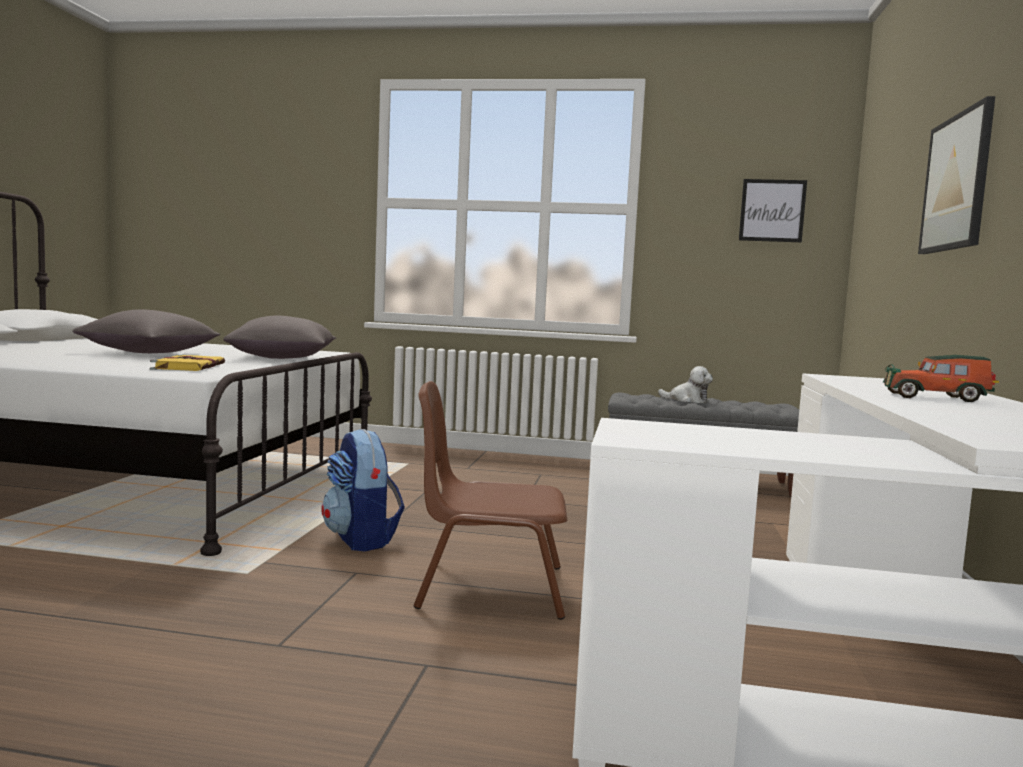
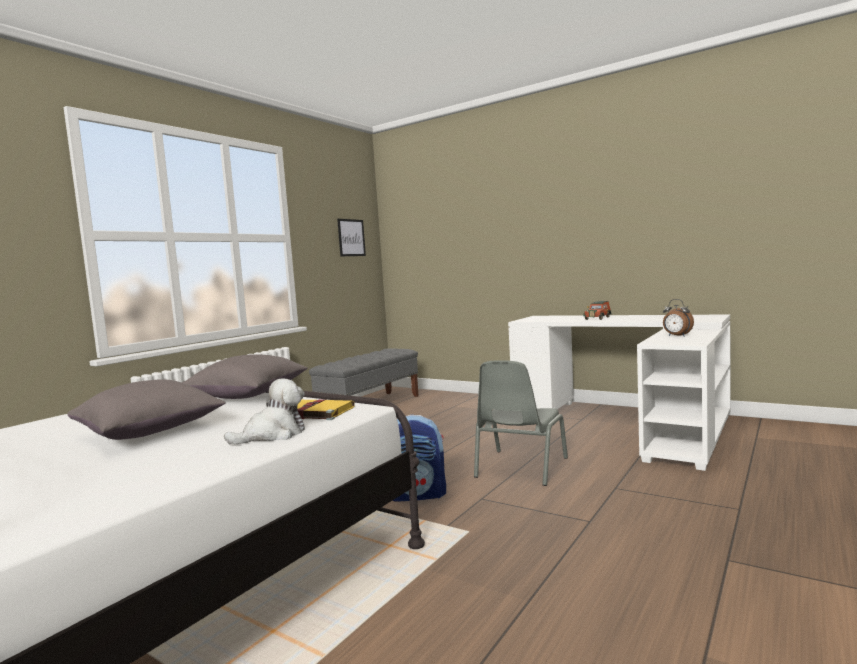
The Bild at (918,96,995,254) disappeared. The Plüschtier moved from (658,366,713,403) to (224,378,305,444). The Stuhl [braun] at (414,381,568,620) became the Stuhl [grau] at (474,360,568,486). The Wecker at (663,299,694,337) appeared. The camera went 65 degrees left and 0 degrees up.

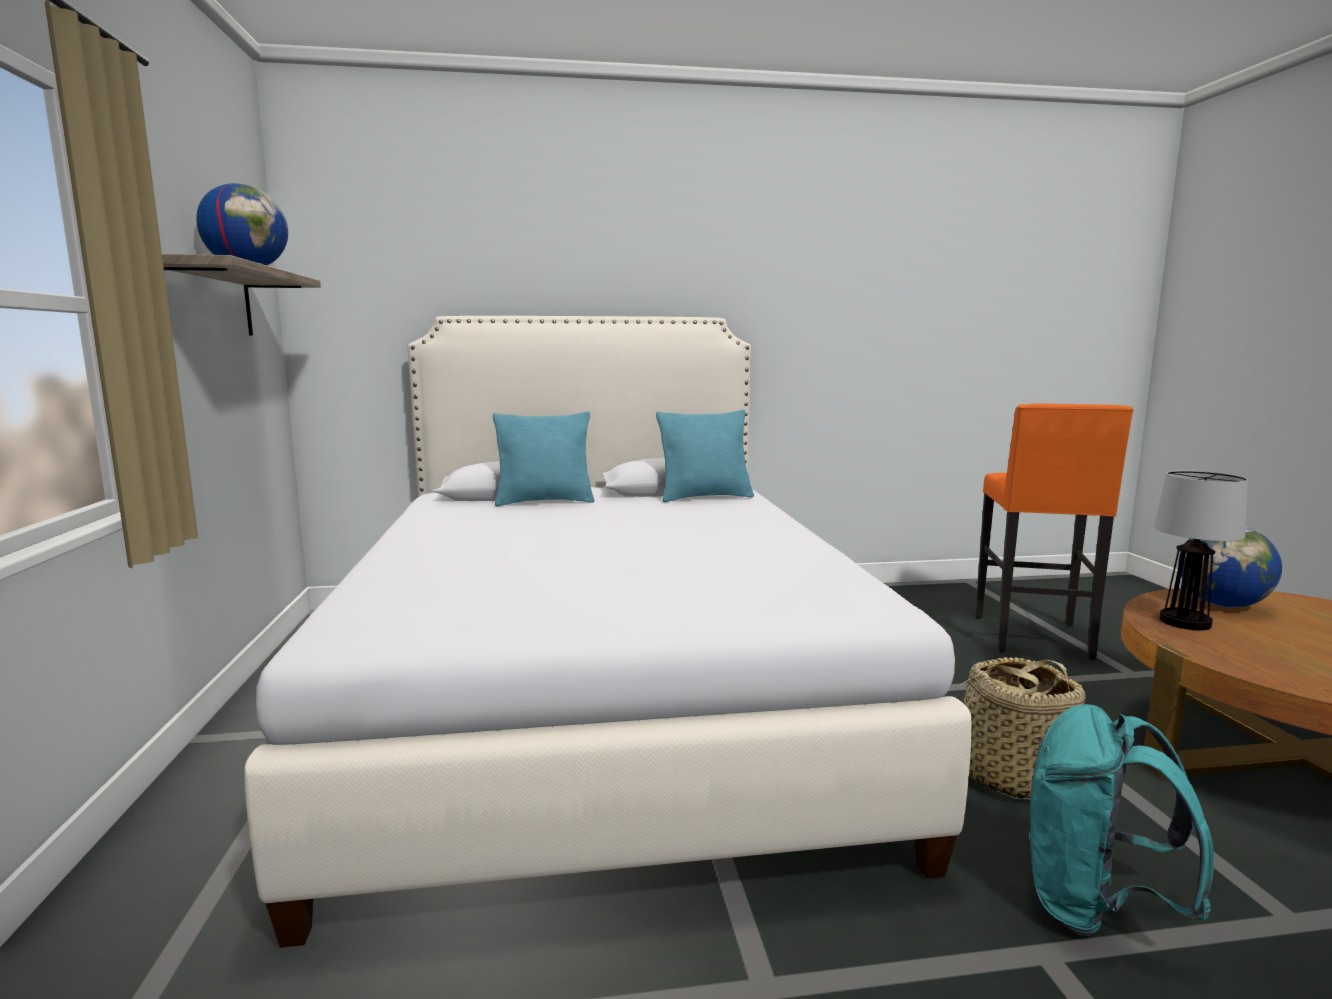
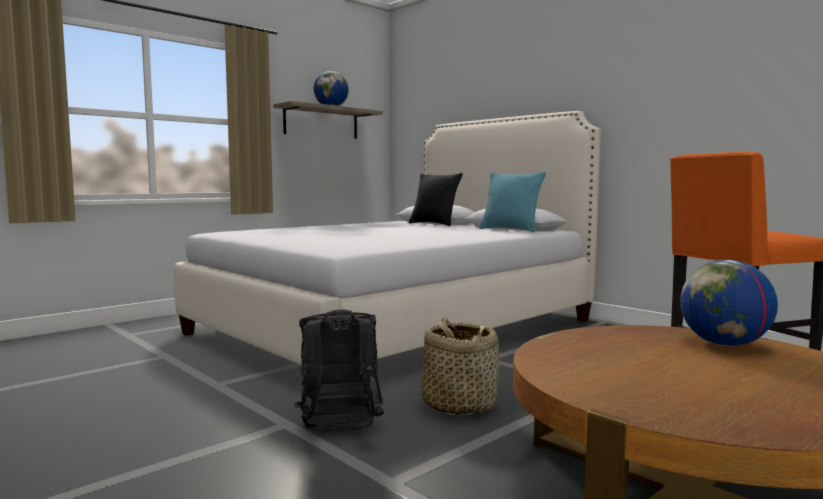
The Kissen [türkis] at (493,412,594,506) became the Kissen [schwarz] at (409,173,463,226). The Tischlampe at (1154,471,1248,630) disappeared. The Rucksack [türkis] at (1029,704,1214,936) became the Rucksack [schwarz] at (294,309,384,431). The camera went 55 degrees right and 5 degrees down.

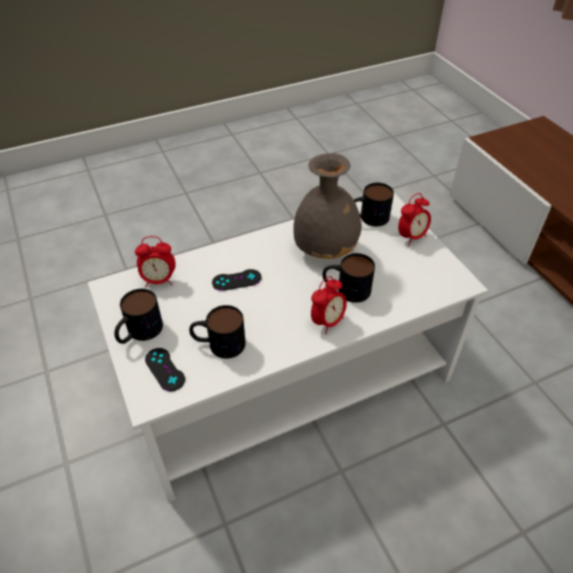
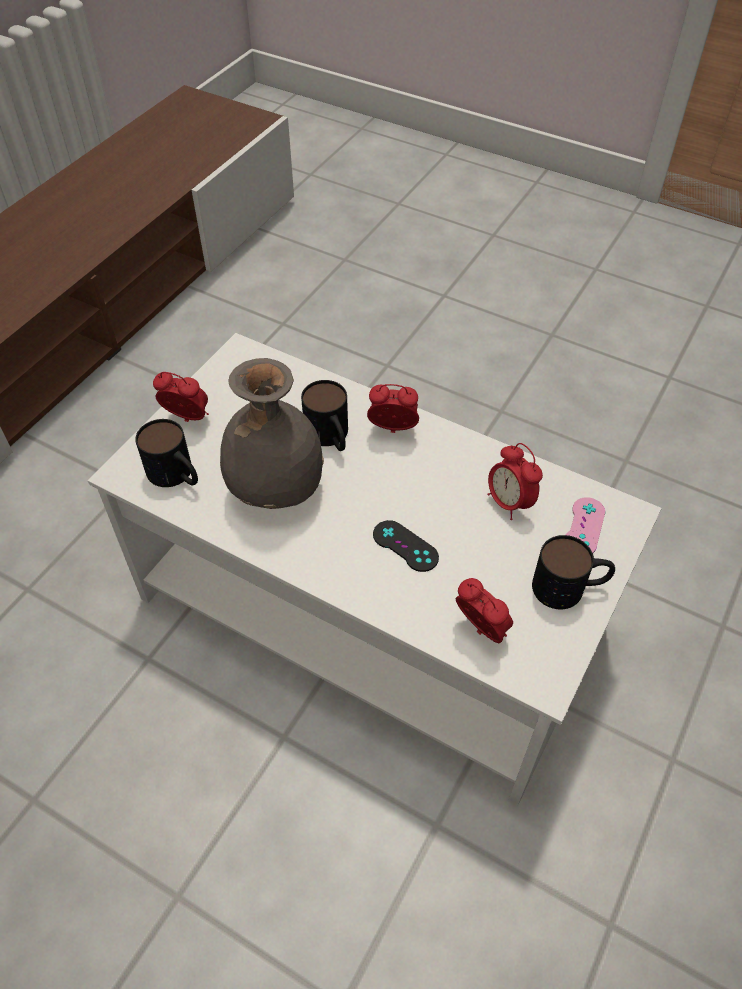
The Henkelbecher at (189,305,246,359) was replaced by the Wecker at (487,443,543,520). The Gamepad [schwarz] at (145,348,185,391) became the Gamepad [rosa] at (566,497,605,553). The camera went 125 degrees left and 5 degrees up.

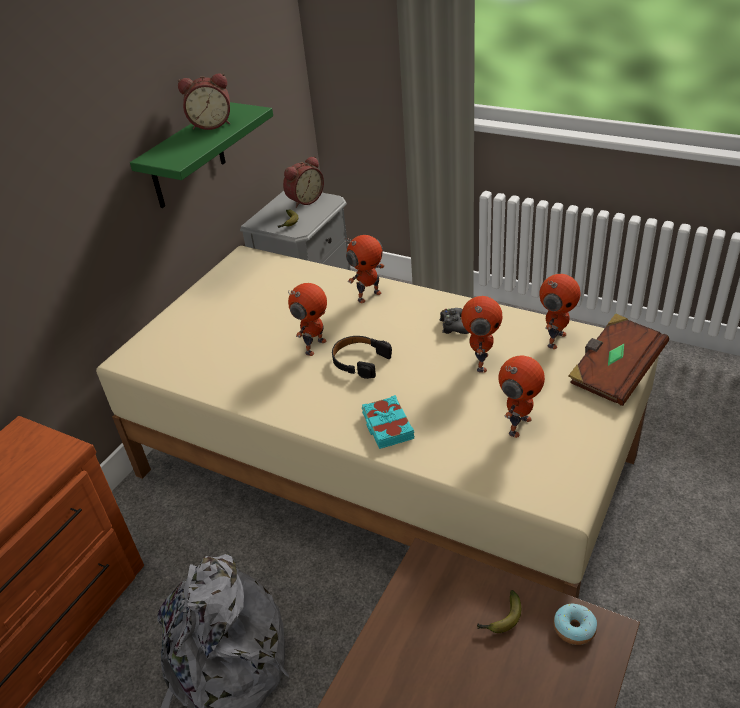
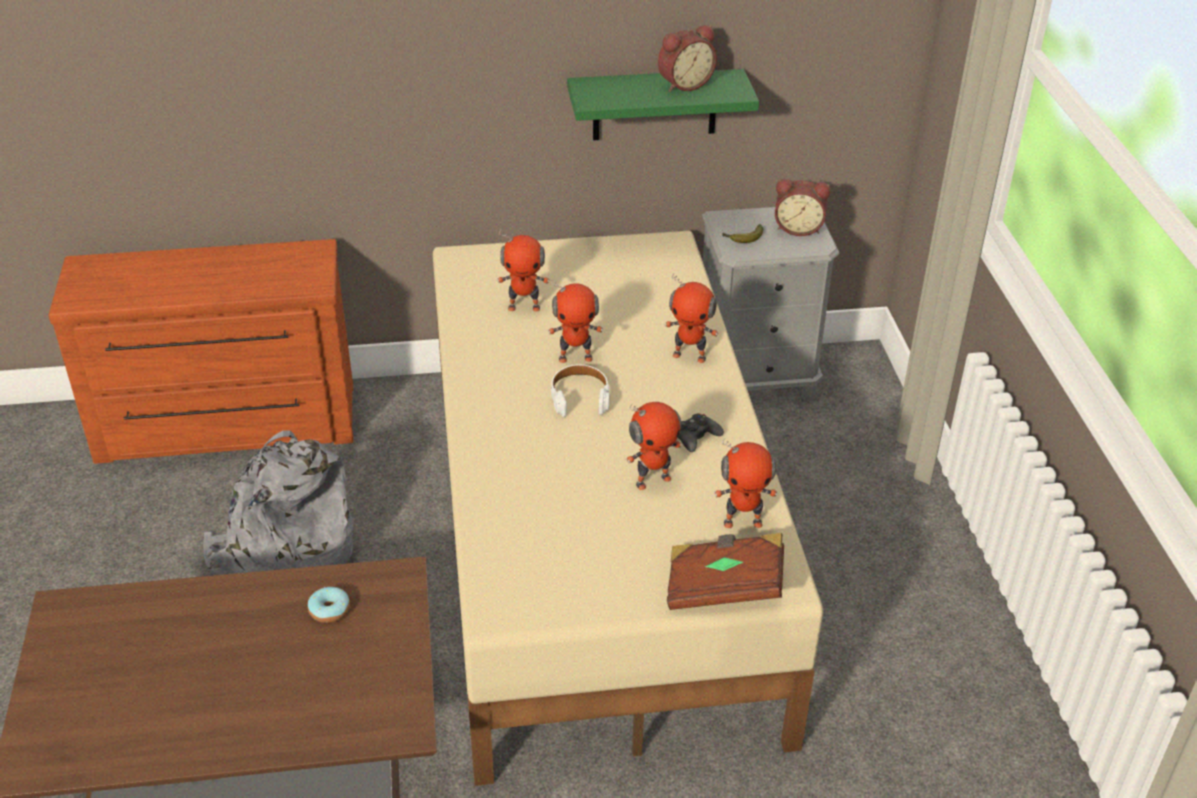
The Wecker at (178,73,230,130) turned 75 degrees counterclockwise. The Kopfhörer [schwarz] at (332,336,392,379) became the Kopfhörer [weiß] at (551,364,610,417). The Spielzeugroboter moved from (499,355,545,438) to (497,230,550,312). The Buch [türkis] at (362,395,415,449) disappeared. The Banane at (477,590,521,633) disappeared. The Donut moved from (554,604,597,645) to (308,587,350,623). The camera went 50 degrees right and 0 degrees up.

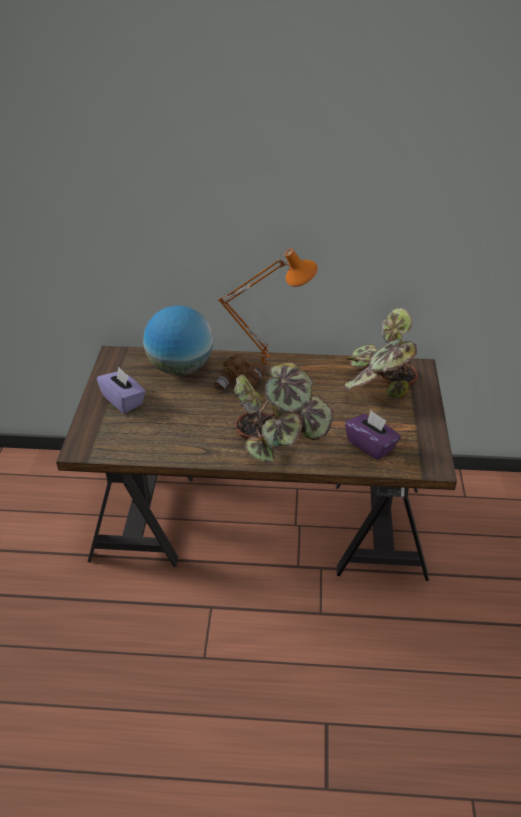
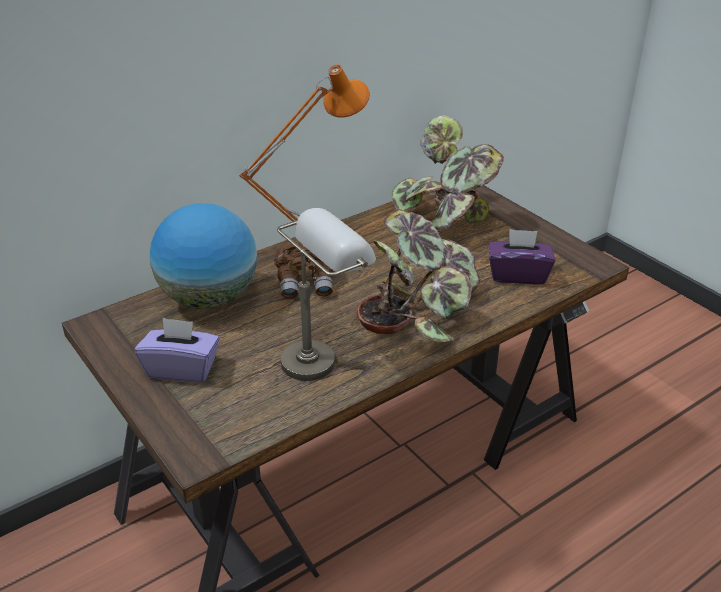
The Tischlampe [grau] at (277,208,376,381) appeared. The camera went 40 degrees left and 5 degrees down.

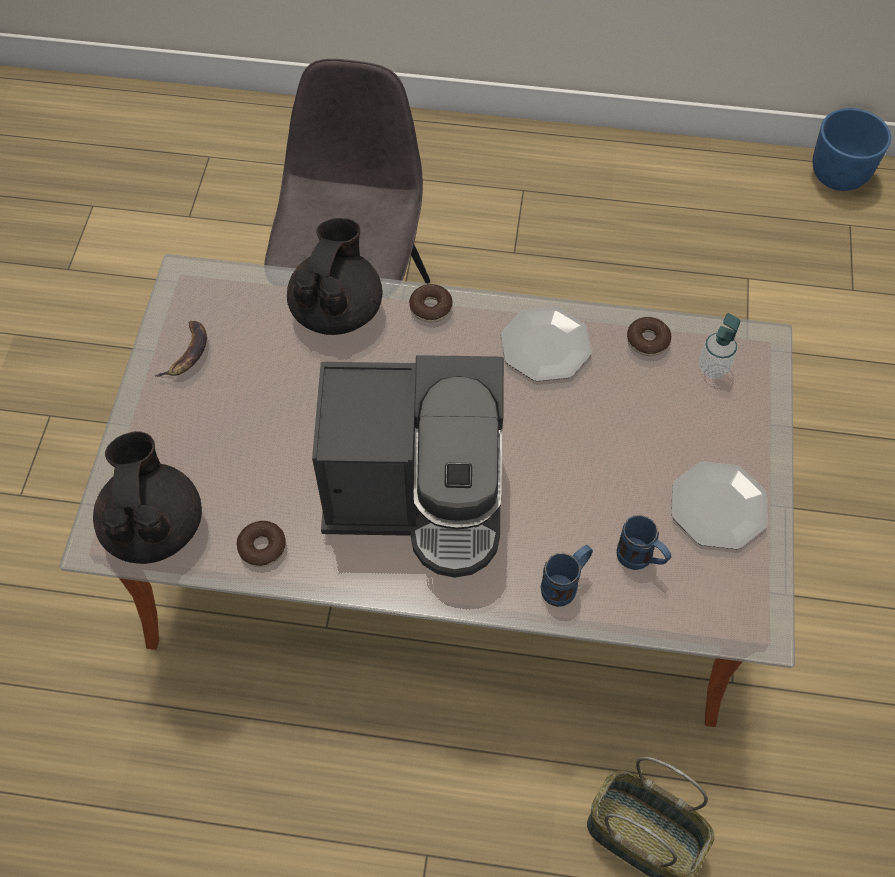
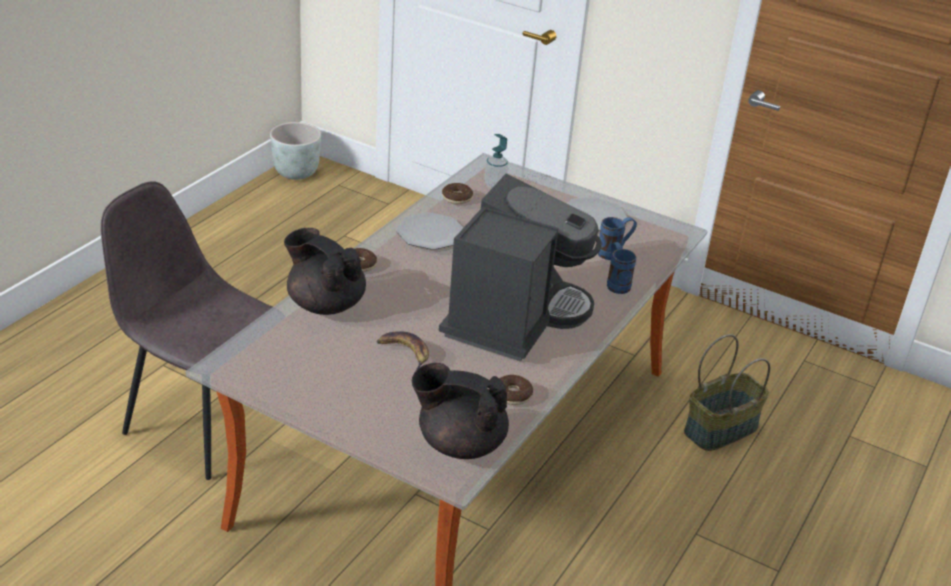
The Pflanzkübel [blau] at (813,108,891,191) became the Pflanzkübel [grau] at (270,122,321,180). The Banane moved from (155,321,207,377) to (377,331,429,371). The camera went 70 degrees left and 25 degrees down.

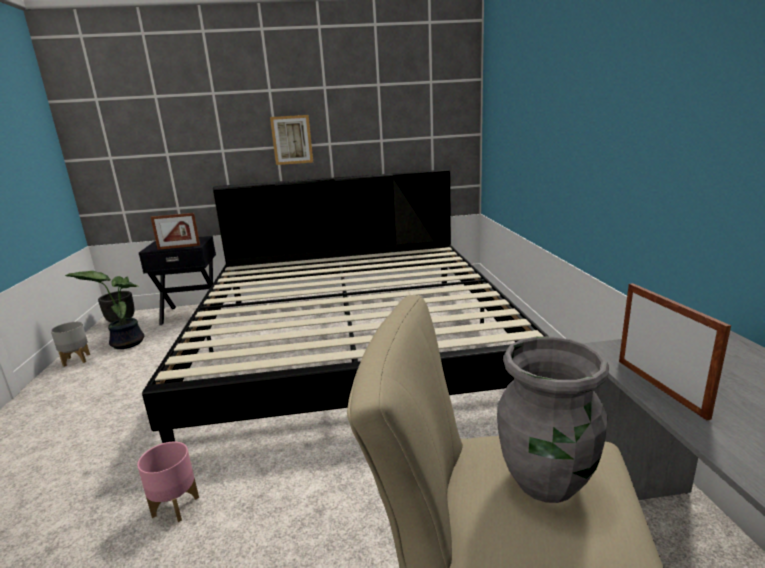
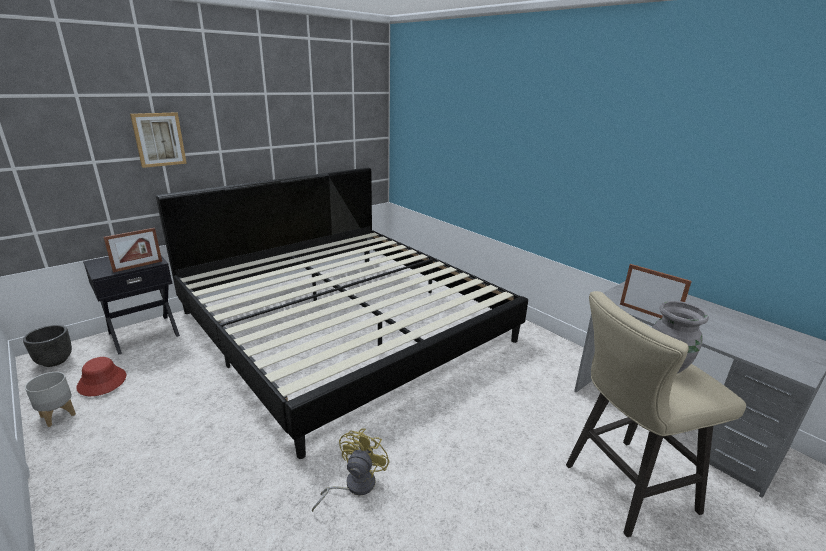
The Bild moved from (270,115,313,165) to (130,112,187,168). The Topfpflanze at (65,271,144,349) was replaced by the Hut [rot] at (76,357,126,396). The Pflanzkübel [rosa] at (137,442,199,522) was replaced by the Ventilator [gelb] at (312,428,390,512). The camera went 35 degrees left and 5 degrees up.

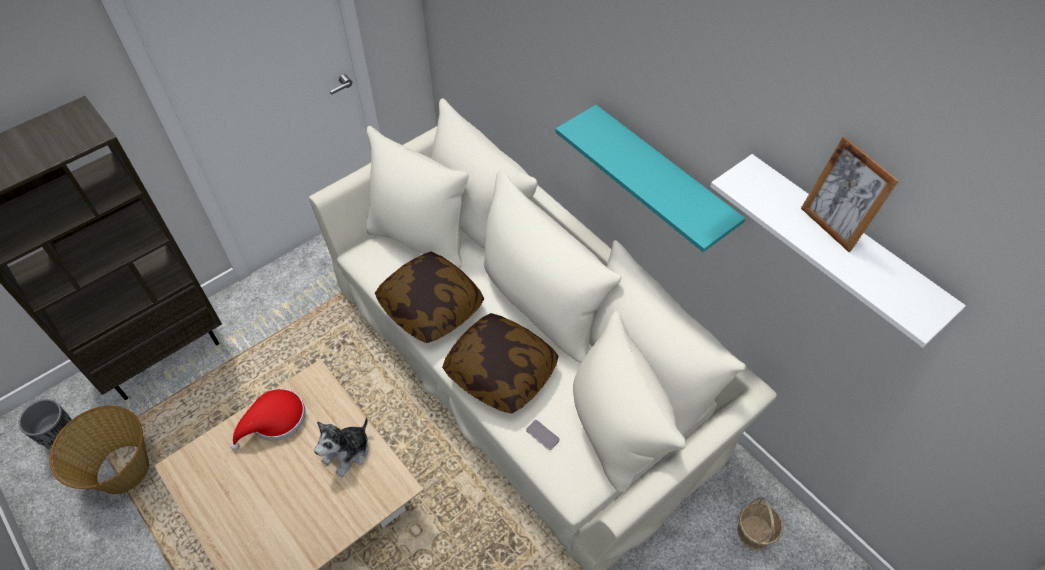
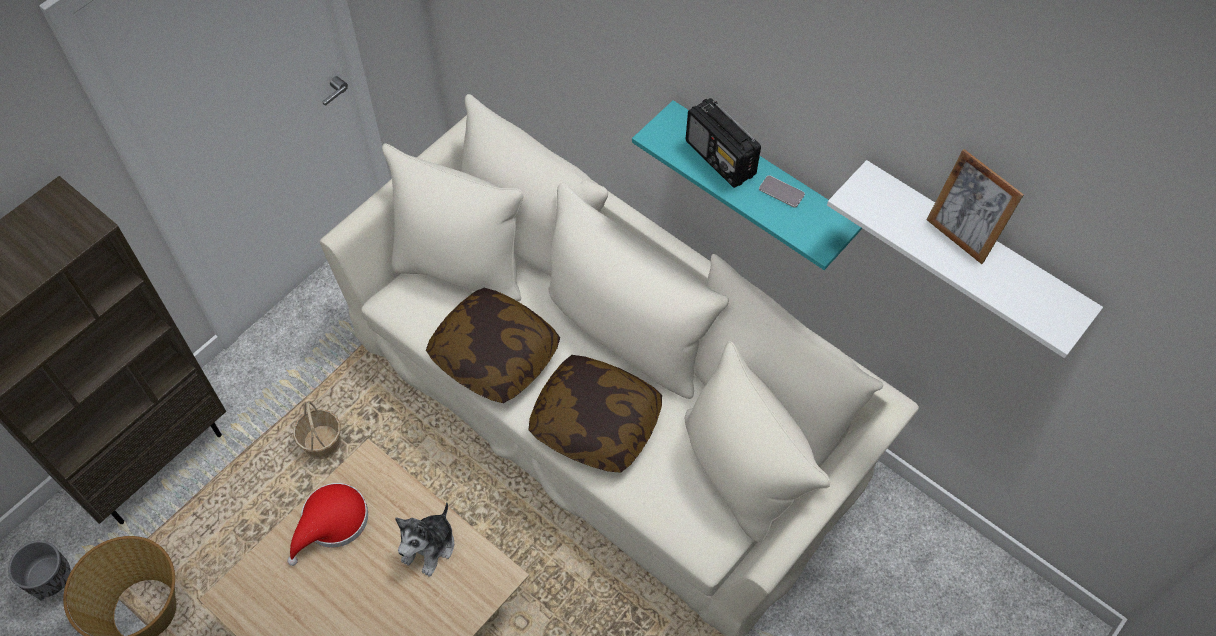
The Handy moved from (526,420,560,450) to (759,175,805,208). The Korb moved from (737,497,783,550) to (293,401,341,459). The Radio at (686,98,761,188) appeared. The camera went 10 degrees left and 5 degrees up.

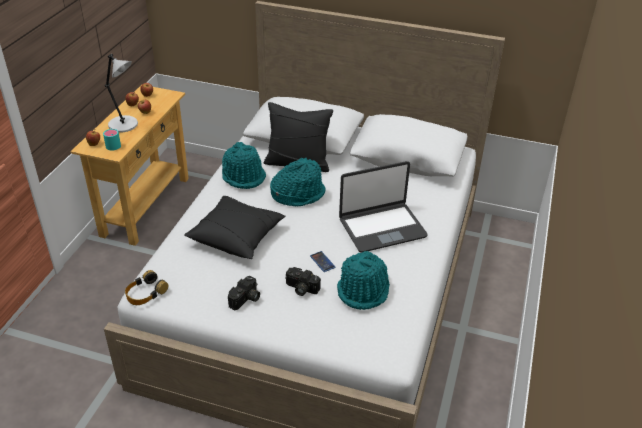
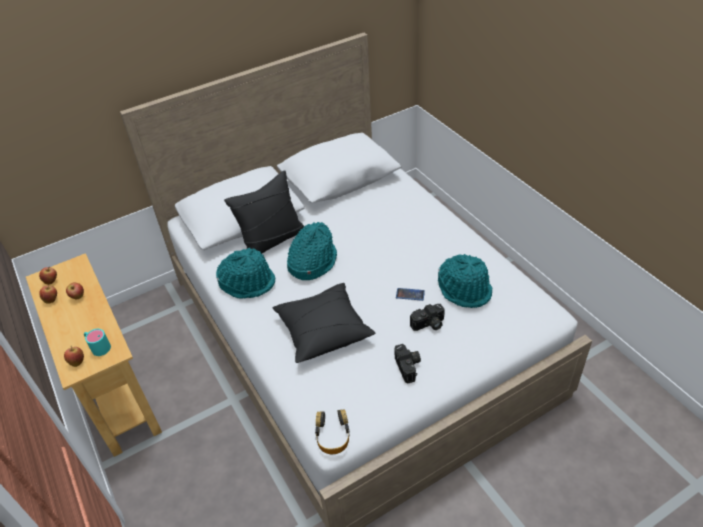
The Tischlampe [grau] at (105,54,138,132) disappeared. The Laptop at (339,161,428,253) disappeared. The camera went 45 degrees left and 5 degrees up.

